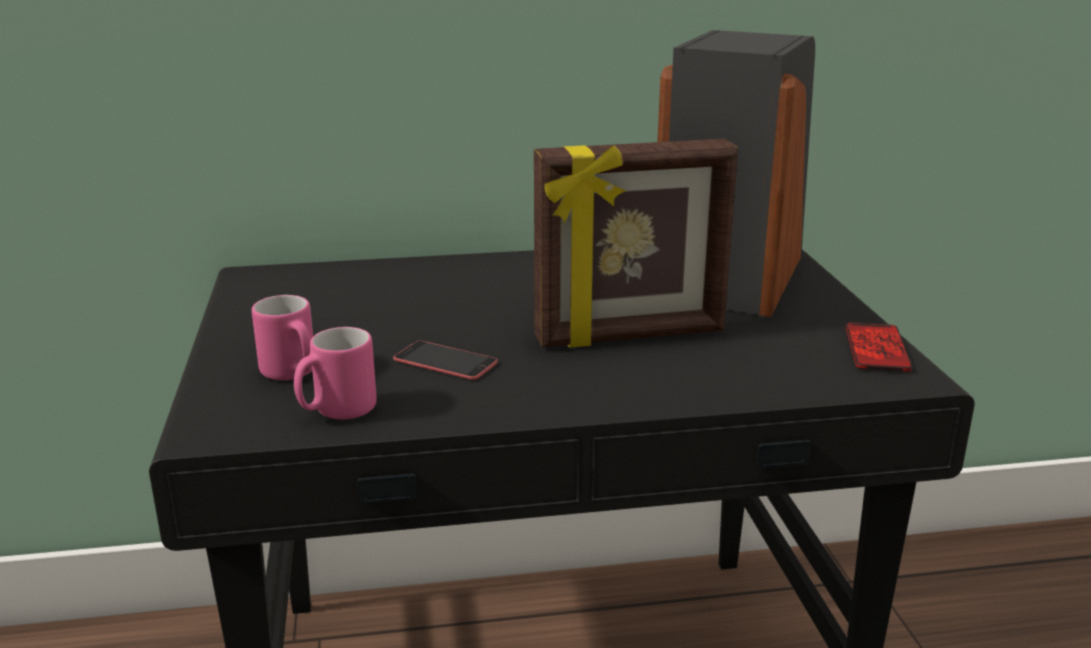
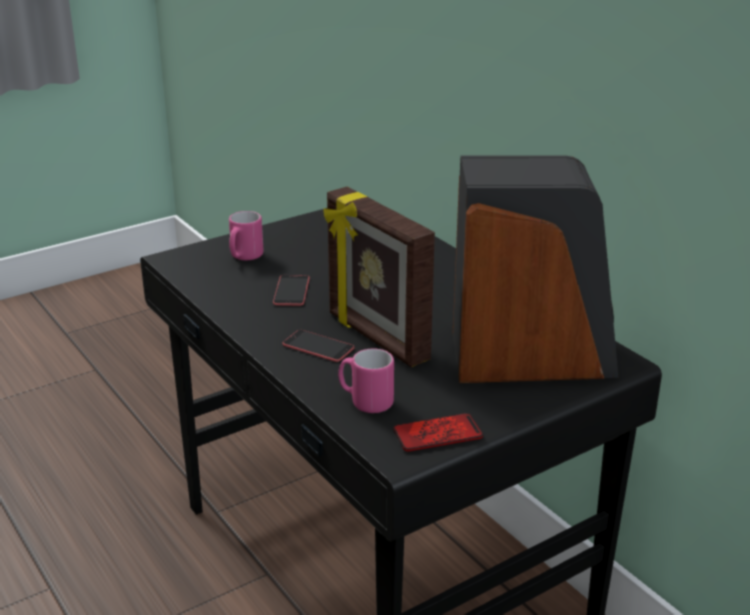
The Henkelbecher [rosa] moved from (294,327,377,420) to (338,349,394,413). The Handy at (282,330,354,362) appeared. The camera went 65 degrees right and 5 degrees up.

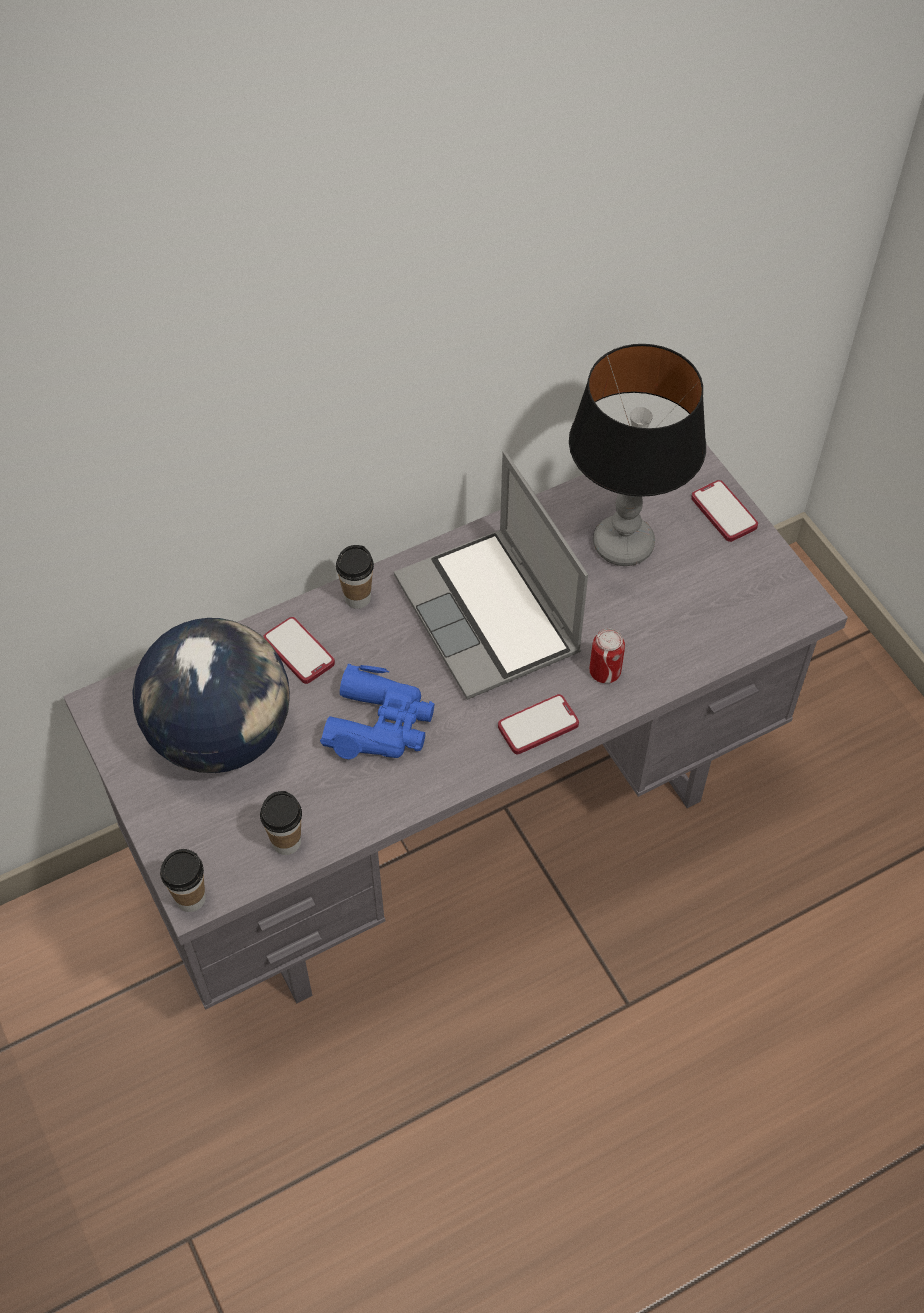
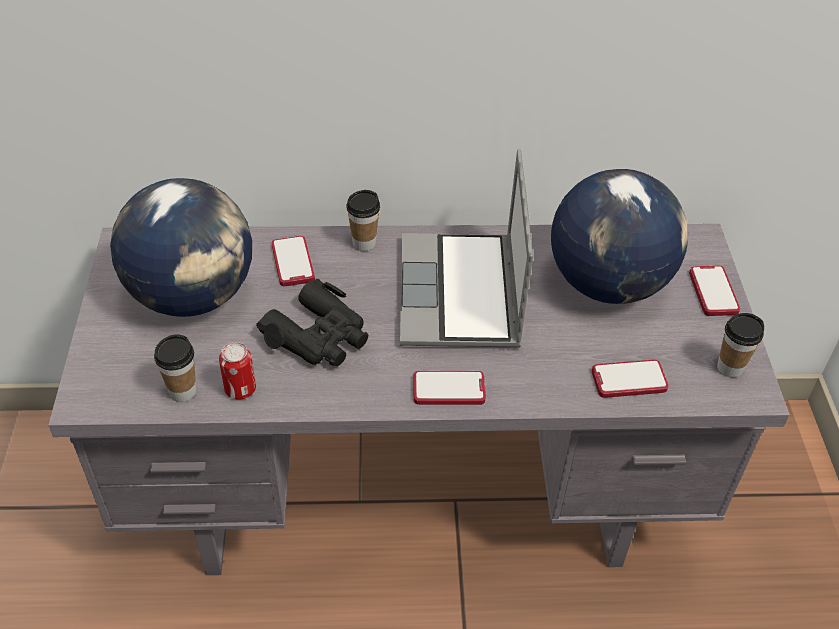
The Tischlampe at (569,344,706,566) was replaced by the Globus at (551,169,688,304). The Dose moved from (589,628,625,683) to (219,342,256,400). The Fernglas [blau] at (320,664,434,759) became the Fernglas [schwarz] at (256,278,368,366). The Tasse moved from (160,849,206,912) to (717,313,764,378). The Handy at (592,360,668,398) appeared. The camera went 25 degrees right and 10 degrees down.

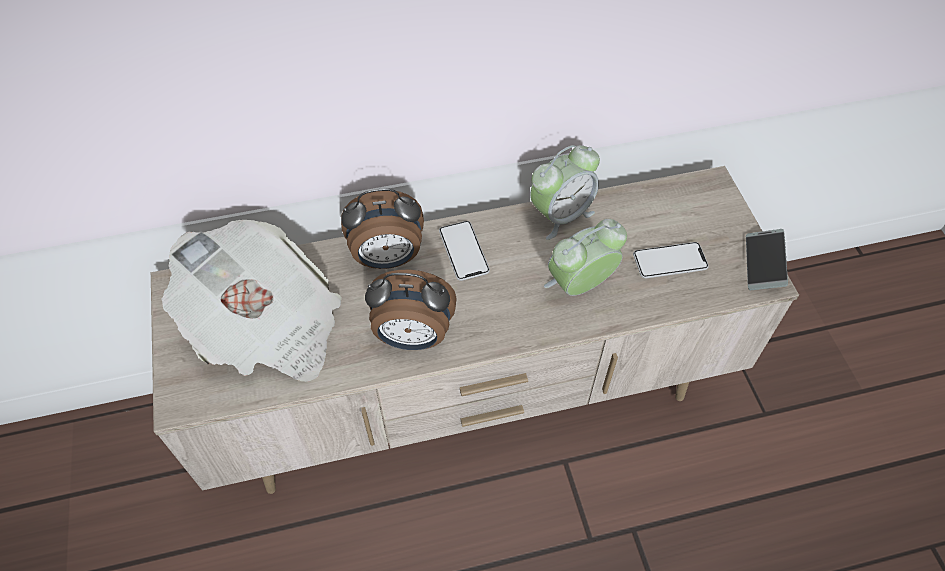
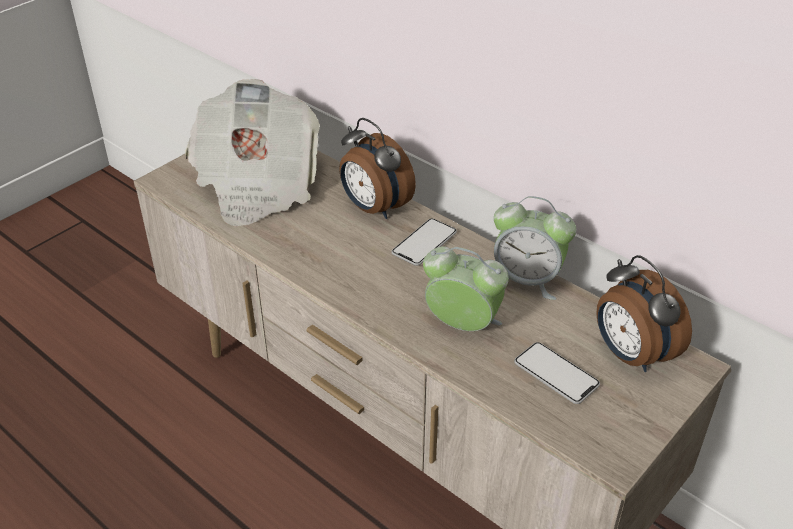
The Handy at (746,229,788,290) disappeared. The Wecker moved from (365,270,457,350) to (596,255,692,372). The camera went 55 degrees right and 15 degrees down.

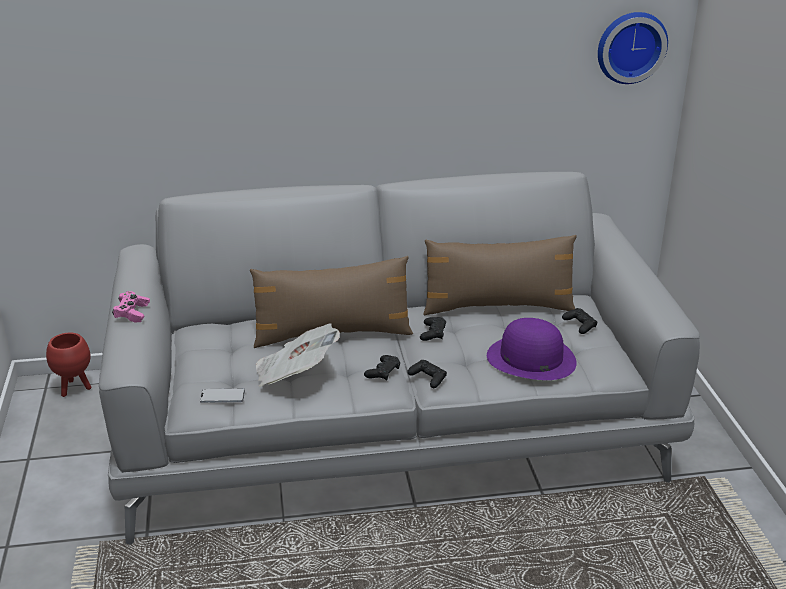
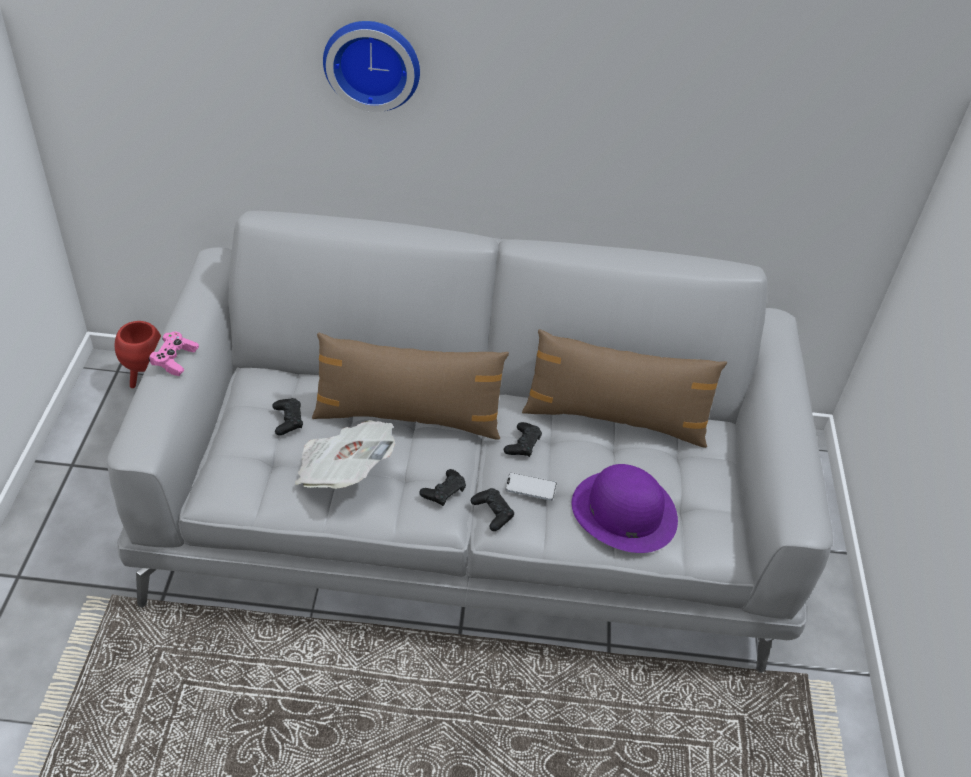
The Wanduhr moved from (598,12,668,84) to (323,21,420,112). The Gamepad [schwarz] moved from (562,308,597,334) to (273,398,303,435). The Handy moved from (200,388,245,403) to (505,472,557,501). The camera went 10 degrees right and 15 degrees up.

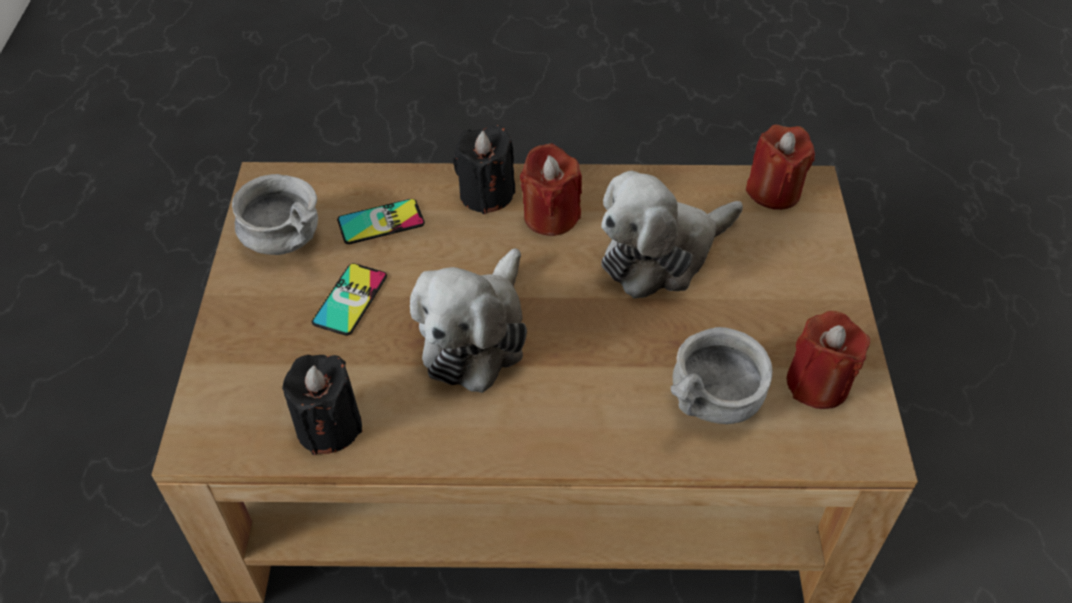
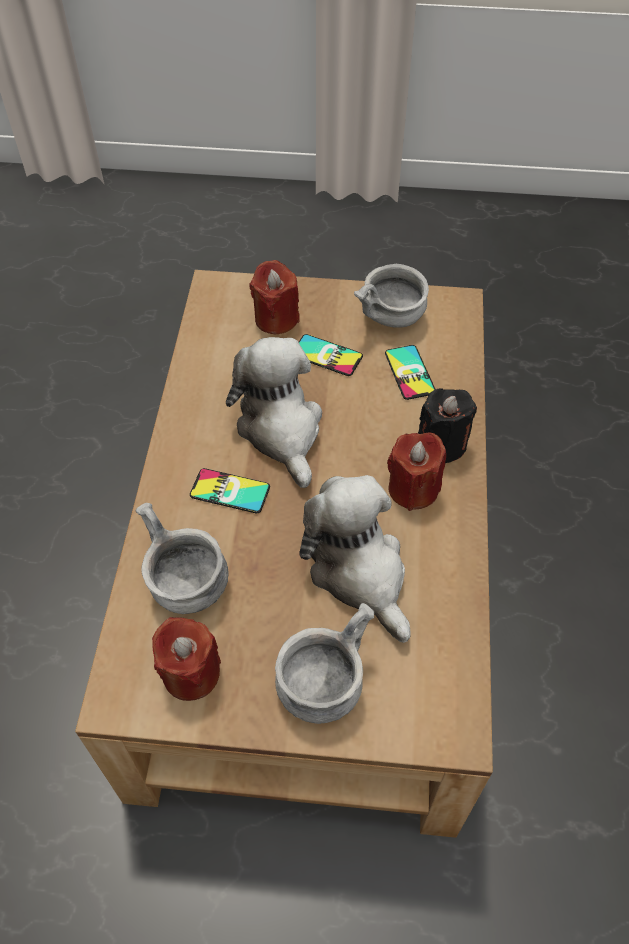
The Kerze [rot] moved from (746,124,815,210) to (250,260,300,335). The Plüschtier at (410,248,527,393) turned 45 degrees clockwise. The Kerze [schwarz] at (282,355,362,455) disappeared. The Handy at (190,468,270,513) appeared. The Schüssel [grau] at (275,603,374,724) appeared. The camera went 95 degrees right and 5 degrees up.

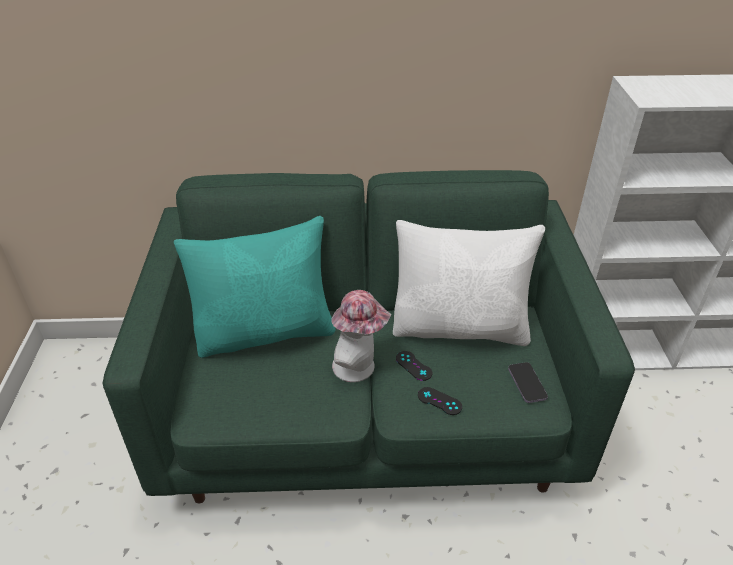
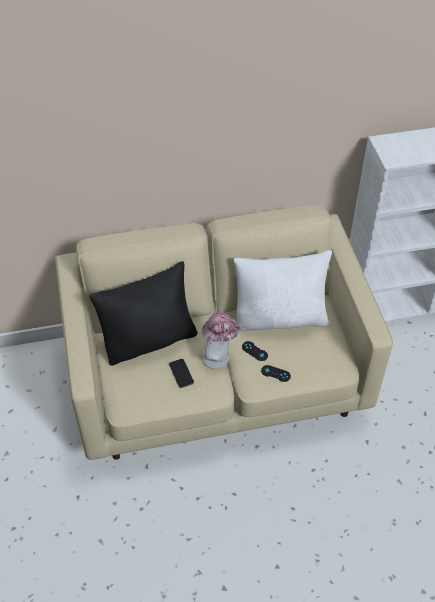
The Sofa [grün] at (103,170,635,503) became the Sofa [beige] at (55,205,393,460). The Kissen [türkis] at (174,216,336,358) became the Kissen [schwarz] at (89,261,197,366). The Handy moved from (508,362,548,403) to (169,359,194,388). The camera went 10 degrees left and 10 degrees up.

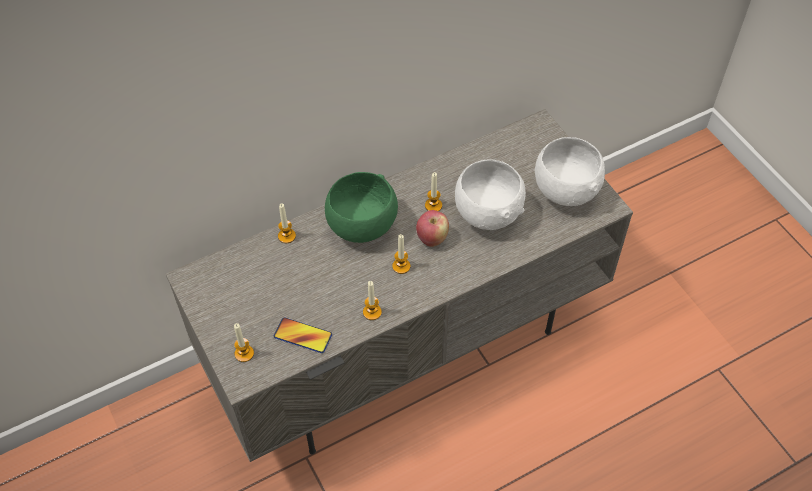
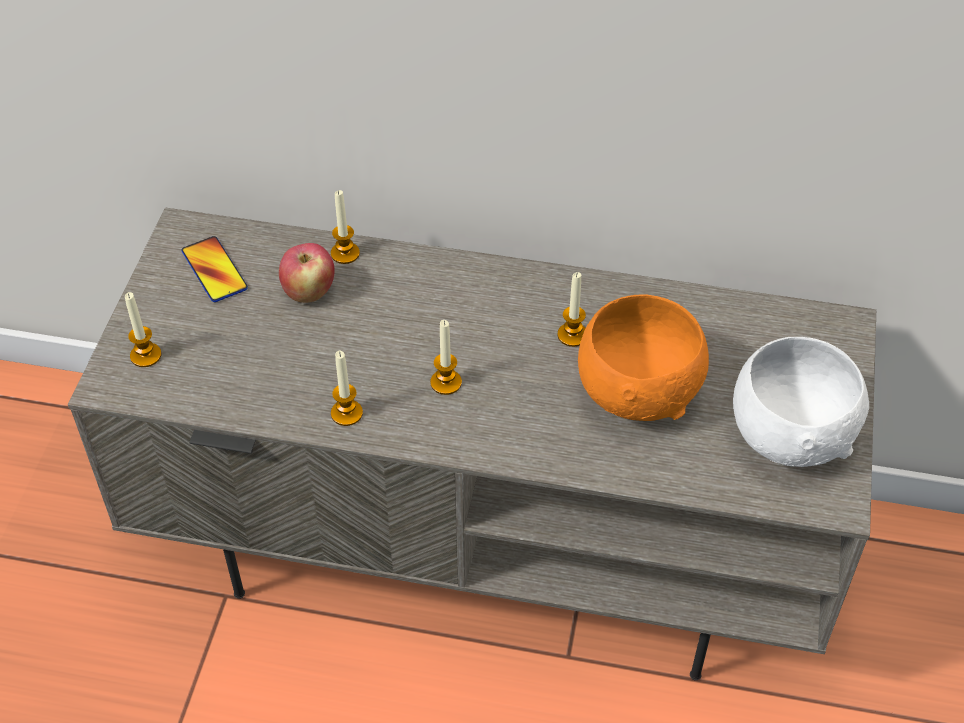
The Schüssel [weiß] at (455,159,526,230) became the Schüssel [orange] at (578,294,709,421). The Schüssel [grün] at (325,172,398,243) disappeared. The Apfel moved from (416,210,449,247) to (279,243,335,303). The Handy moved from (274,317,332,353) to (182,236,248,302). The camera went 40 degrees right and 5 degrees down.

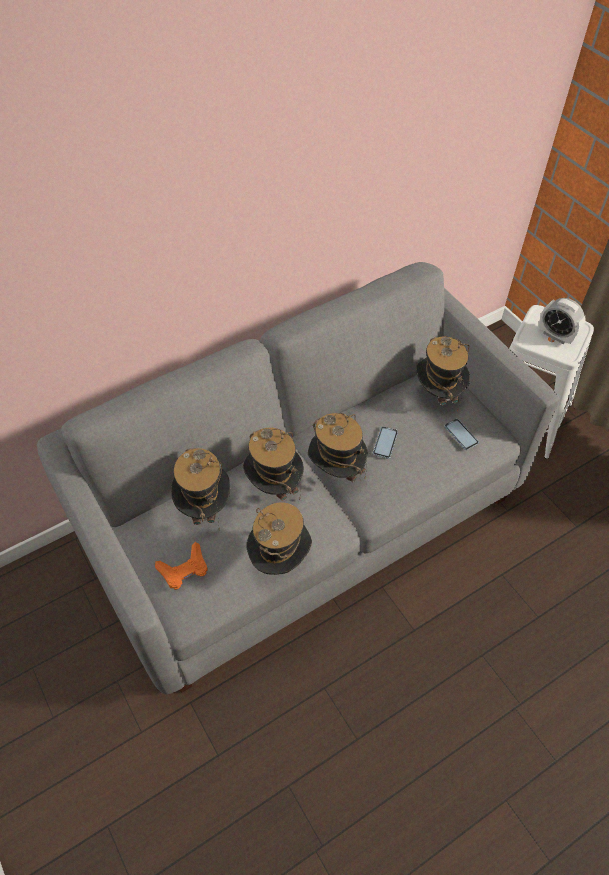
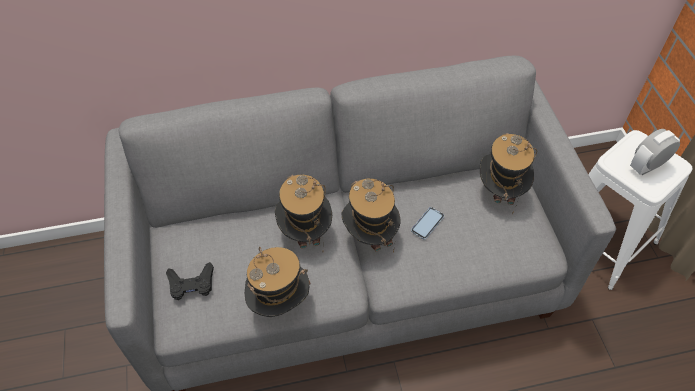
The Wecker at (539,298,586,344) turned 90 degrees clockwise. The Handy at (444,419,479,450) disappeared. The Hut at (171,448,230,530) disappeared. The Gamepad [orange] at (155,542,208,590) became the Gamepad [schwarz] at (166,262,214,300). The camera went 20 degrees right and 0 degrees up.

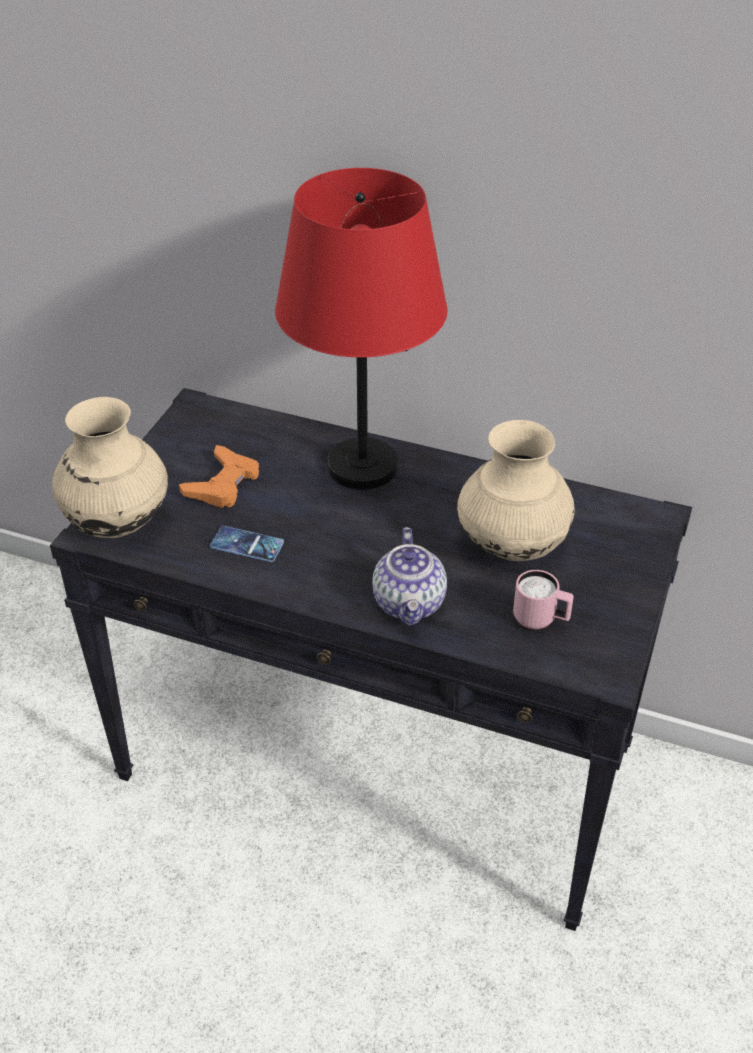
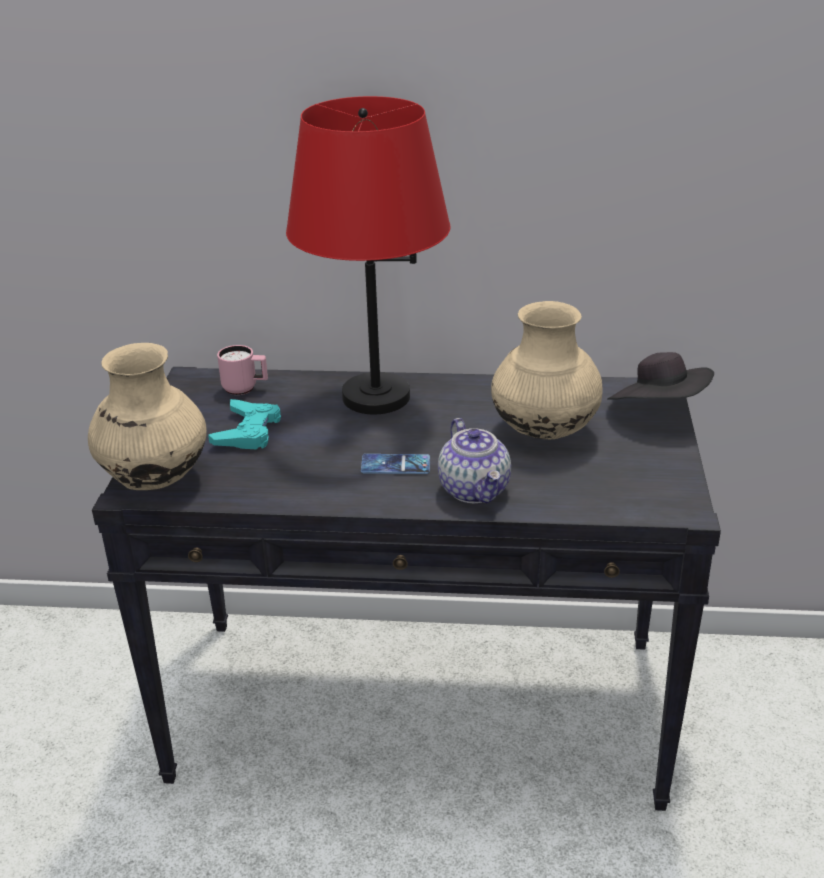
The Gamepad [orange] at (179,445,259,508) became the Gamepad [türkis] at (208,399,281,449). The Handy moved from (210,526,284,562) to (361,454,430,474). The Henkelbecher [rosa] moved from (513,570,574,630) to (217,345,268,395). The Hut [schwarz] at (607,352,714,400) appeared. The camera went 15 degrees left and 10 degrees down.

